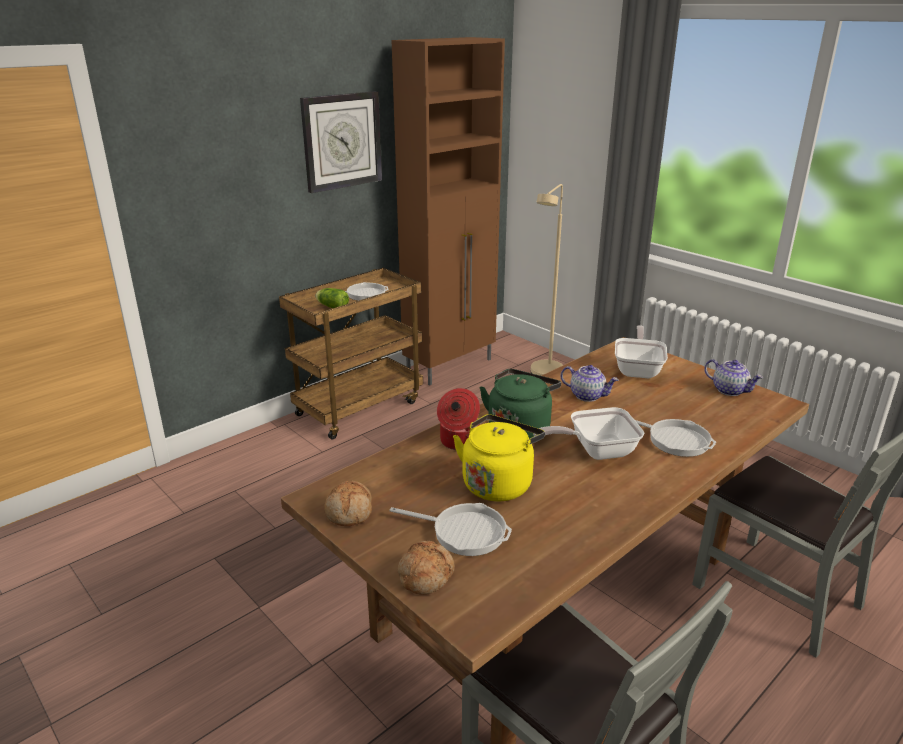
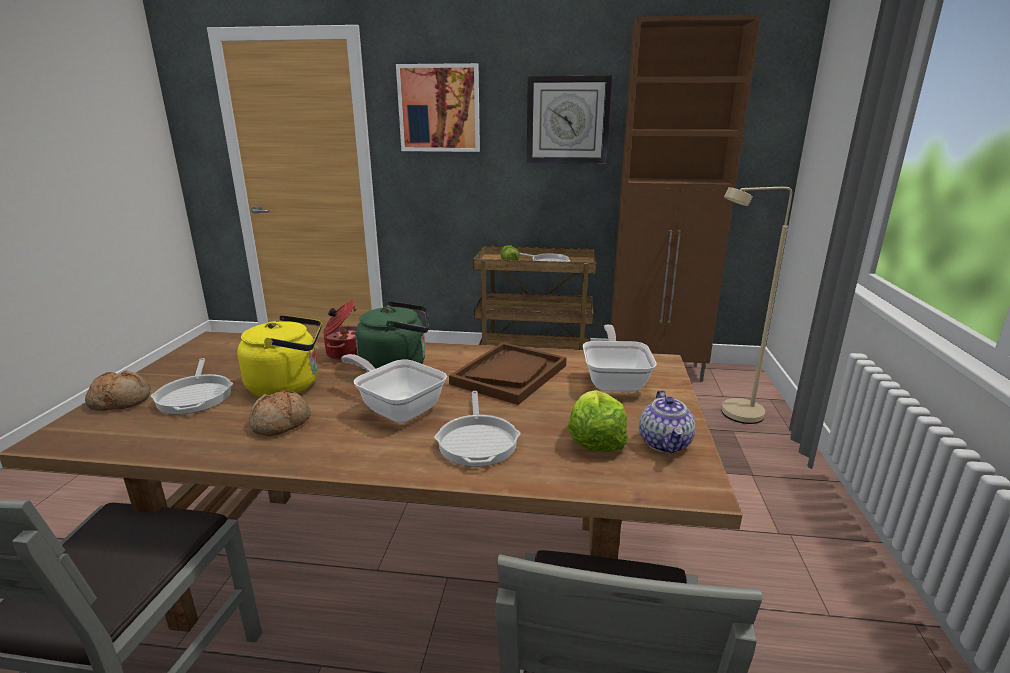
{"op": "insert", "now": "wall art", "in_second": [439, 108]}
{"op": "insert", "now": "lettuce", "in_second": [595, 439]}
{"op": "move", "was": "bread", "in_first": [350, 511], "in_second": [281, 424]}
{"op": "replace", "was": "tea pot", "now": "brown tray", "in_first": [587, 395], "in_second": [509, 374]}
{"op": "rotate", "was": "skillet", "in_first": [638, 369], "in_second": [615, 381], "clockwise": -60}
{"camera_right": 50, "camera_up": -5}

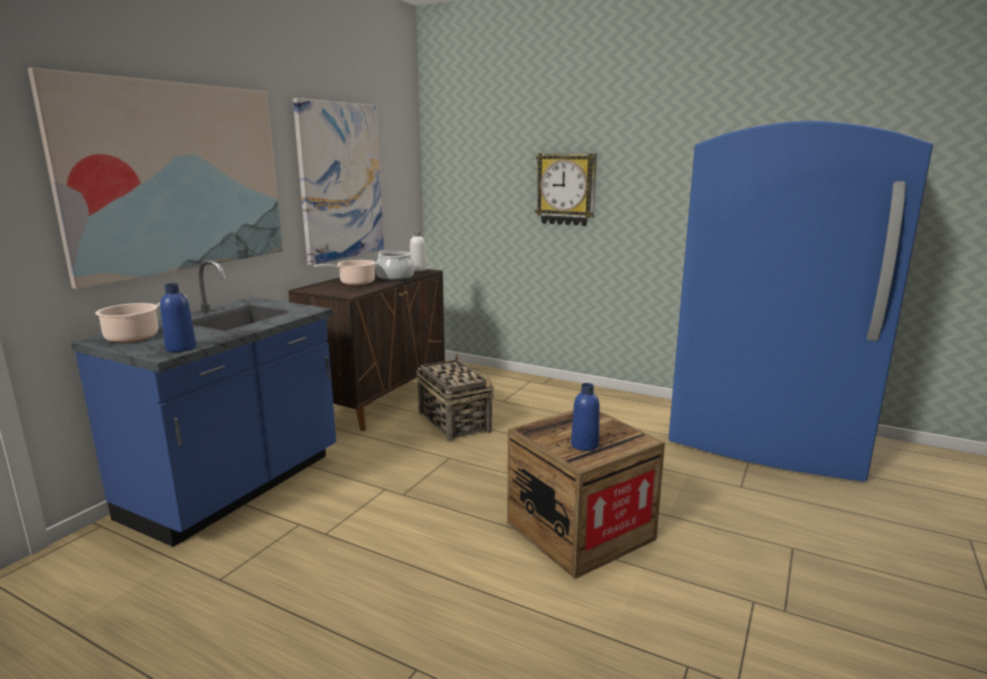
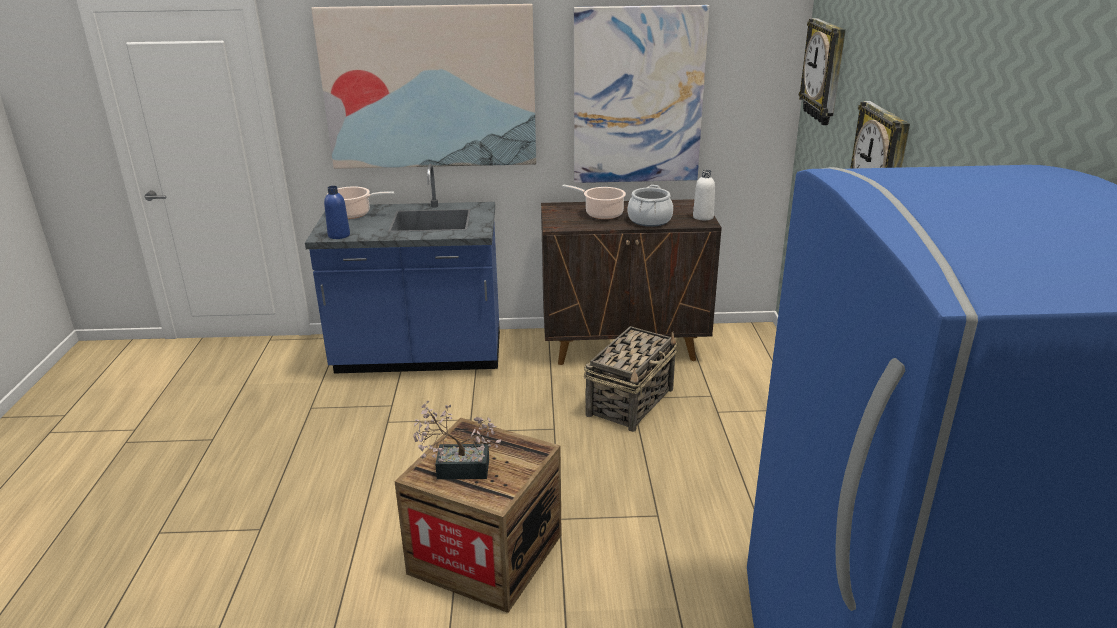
{"op": "insert", "now": "wall clock", "in_second": [825, 71]}
{"op": "replace", "was": "bluish bottle", "now": "plant in a pot", "in_first": [584, 445], "in_second": [456, 468]}
{"camera_right": 60, "camera_up": 10}

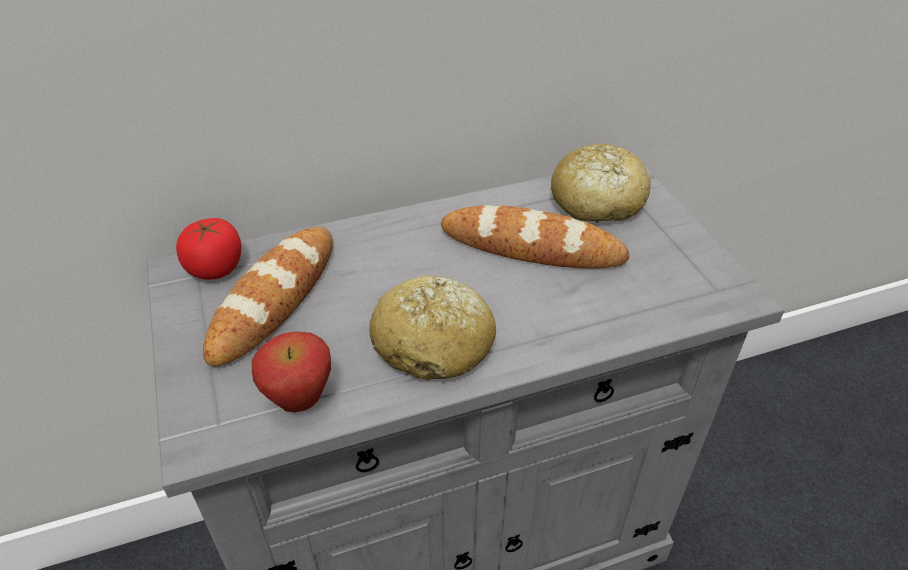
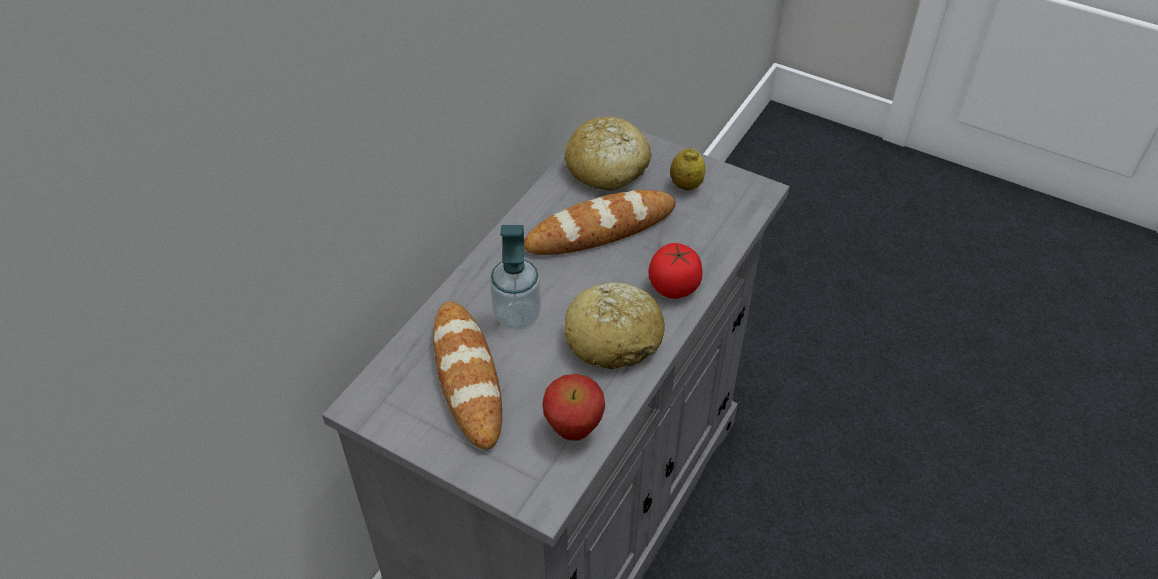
{"op": "insert", "now": "soap bottle", "in_second": [517, 316]}
{"op": "insert", "now": "whole lemon", "in_second": [686, 185]}
{"op": "move", "was": "tomato", "in_first": [215, 268], "in_second": [674, 286]}
{"camera_right": -40, "camera_up": 5}

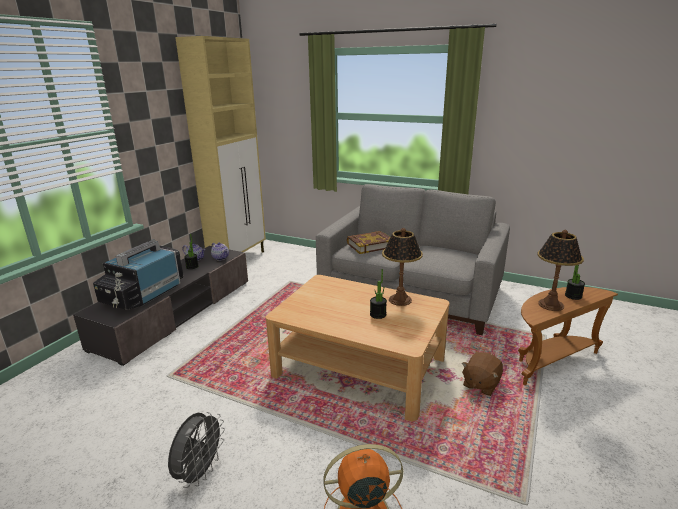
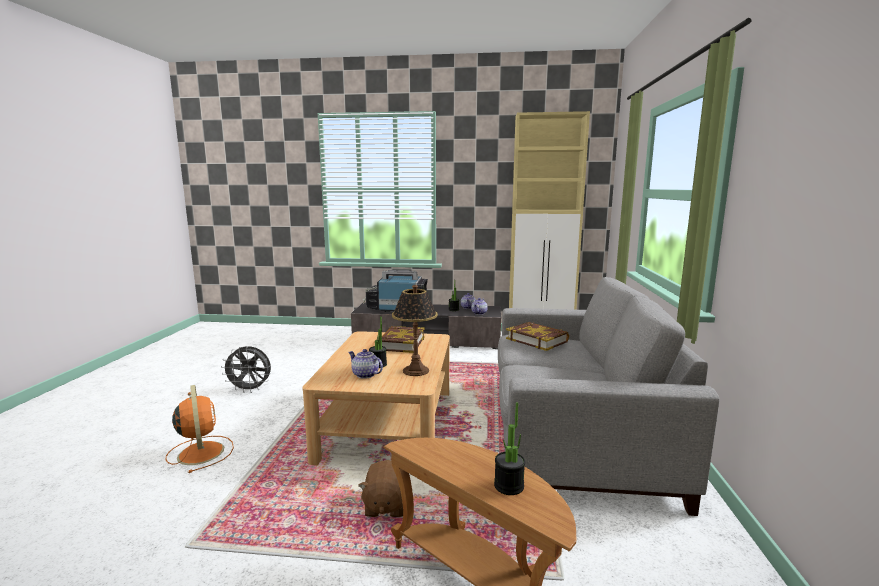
{"op": "delete", "was": "table lamp", "in_first": [550, 305]}
{"op": "insert", "now": "tea pot", "in_second": [364, 375]}
{"op": "insert", "now": "volume", "in_second": [400, 343]}
{"op": "rotate", "was": "brown cuddly toy", "in_first": [480, 384], "in_second": [385, 506], "clockwise": -105}
{"camera_right": 70, "camera_up": -10}

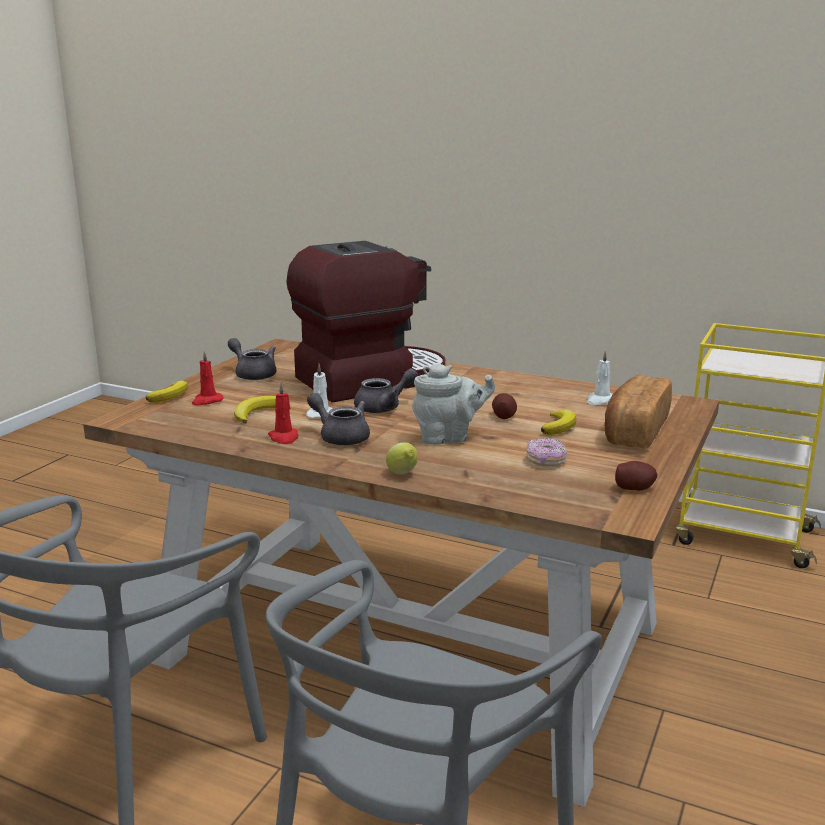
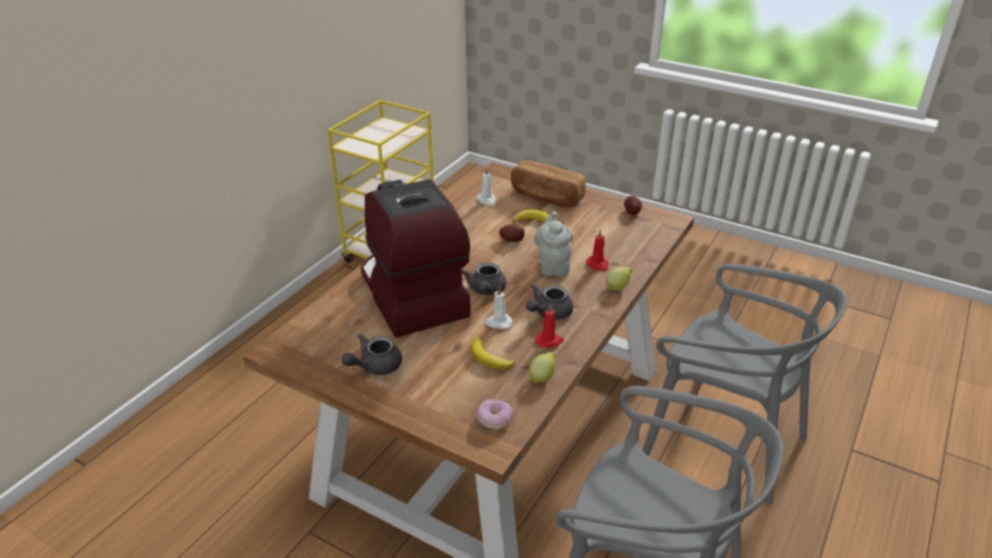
{"op": "delete", "was": "banana fruit", "in_first": [170, 395]}
{"op": "insert", "now": "whole lemon", "in_second": [542, 377]}
{"op": "move", "was": "red-coloured candle", "in_first": [207, 401], "in_second": [598, 265]}
{"op": "move", "was": "donut", "in_first": [546, 461], "in_second": [494, 420]}
{"op": "rotate", "was": "greyish tea pot", "in_first": [384, 407], "in_second": [486, 290], "clockwise": -150}
{"camera_right": -85, "camera_up": 15}

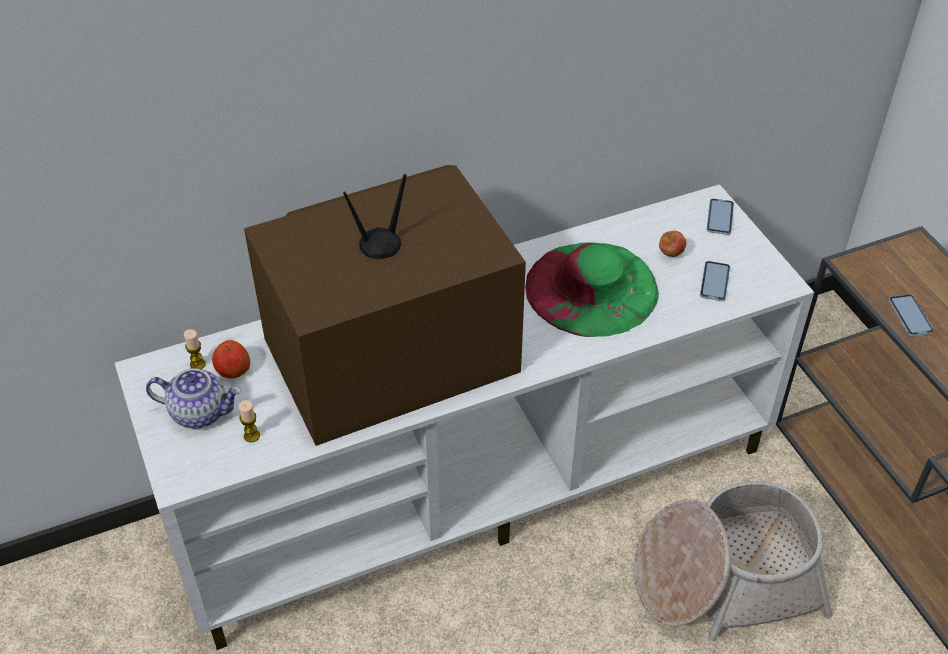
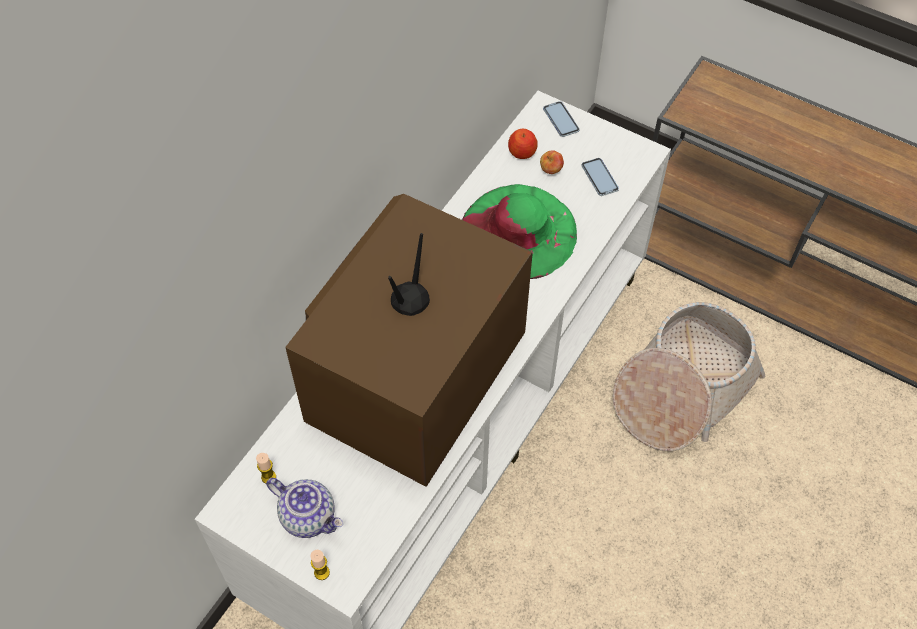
{"op": "delete", "was": "handset", "in_first": [910, 316]}
{"op": "move", "was": "whole apple", "in_first": [233, 370], "in_second": [522, 152]}
{"op": "move", "was": "candle", "in_first": [252, 436], "in_second": [321, 572]}
{"op": "rotate", "was": "tea pot", "in_first": [200, 412], "in_second": [309, 516], "clockwise": 60}
{"camera_right": -35, "camera_up": 10}

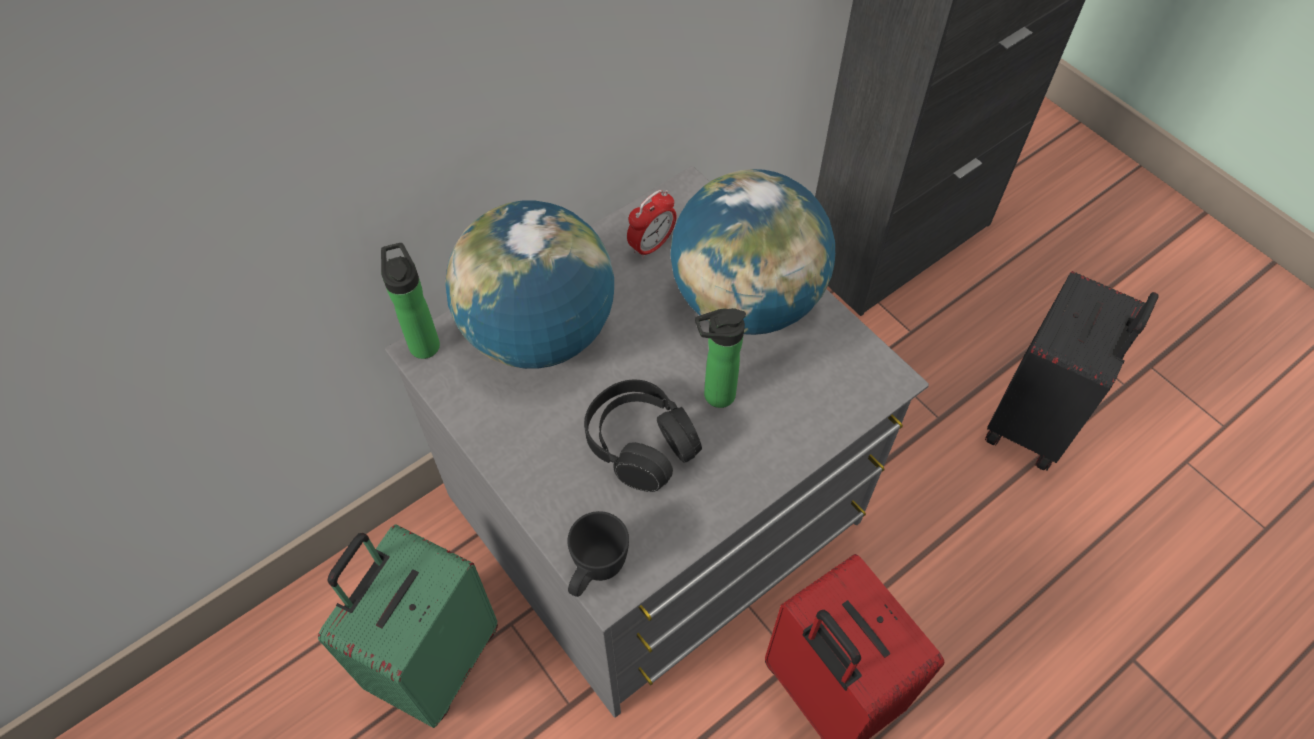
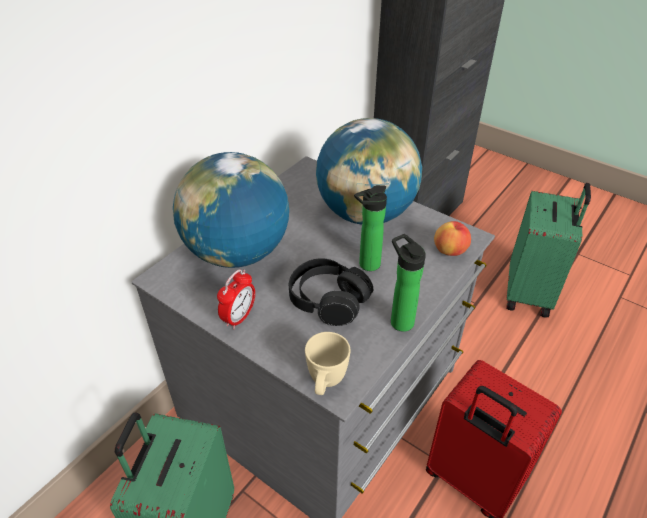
{"op": "insert", "now": "whole apple", "in_second": [450, 251]}
{"op": "move", "was": "bottle", "in_first": [423, 342], "in_second": [399, 320]}
{"op": "move", "was": "bedside clock", "in_first": [651, 245], "in_second": [239, 317]}
{"op": "recolor", "was": "black-coloured tea mug", "now": "sand-coloured tea mug", "in_first": [595, 572], "in_second": [325, 383]}
{"op": "recolor", "was": "black-coloured suitcase", "now": "green suitcase", "in_first": [1035, 421], "in_second": [530, 293]}
{"camera_right": -15, "camera_up": -15}

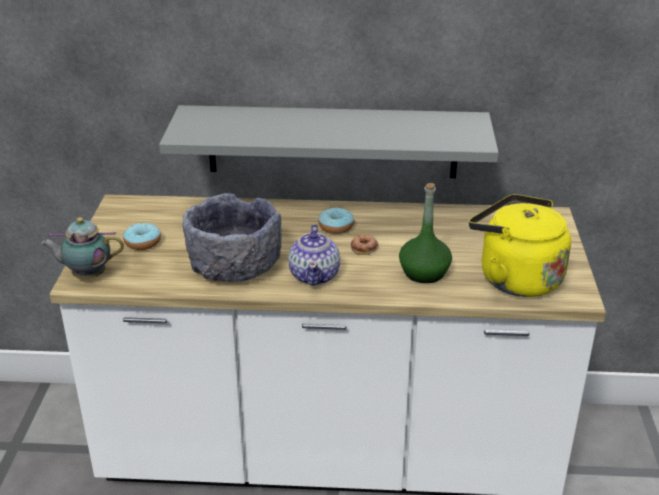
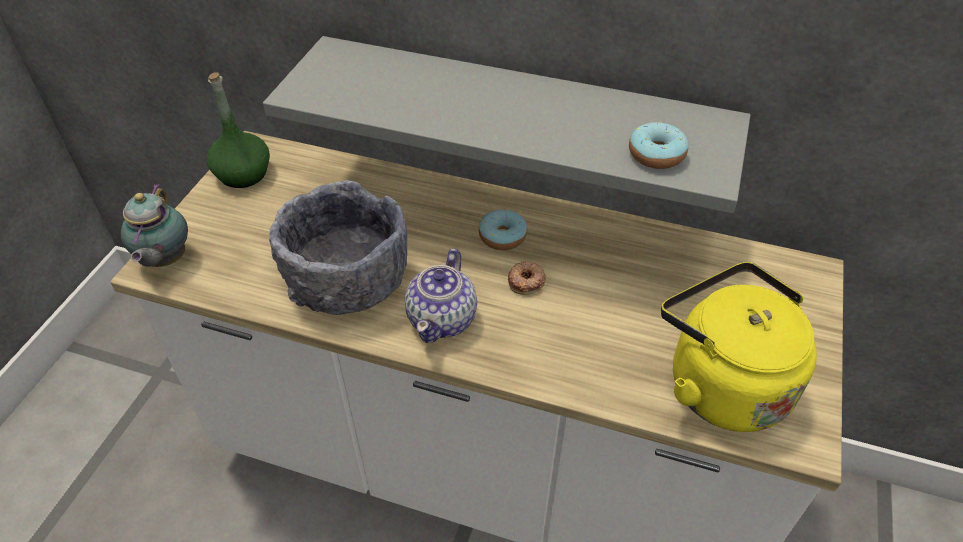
{"op": "move", "was": "donut", "in_first": [142, 242], "in_second": [656, 154]}
{"op": "move", "was": "green bottle", "in_first": [424, 273], "in_second": [243, 174]}
{"op": "rotate", "was": "tea pot", "in_first": [87, 275], "in_second": [165, 261], "clockwise": -105}
{"camera_right": 15, "camera_up": 15}

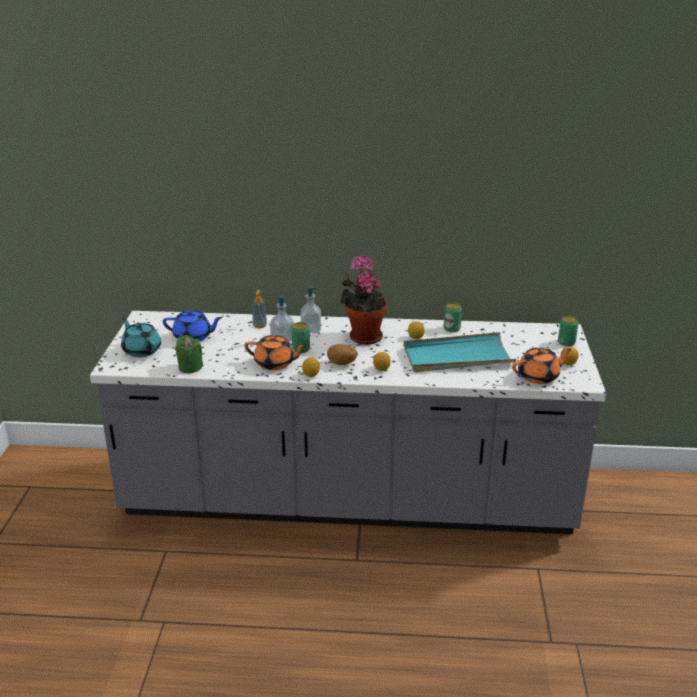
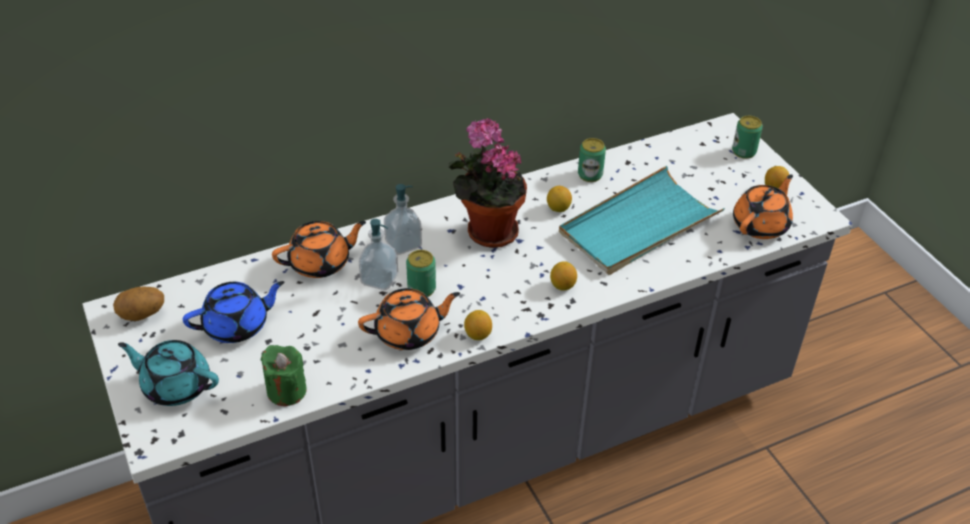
{"op": "move", "was": "potato", "in_first": [342, 364], "in_second": [142, 315]}
{"op": "replace", "was": "soap bottle", "now": "orangey tea pot", "in_first": [259, 325], "in_second": [321, 263]}
{"camera_right": -30, "camera_up": 15}

